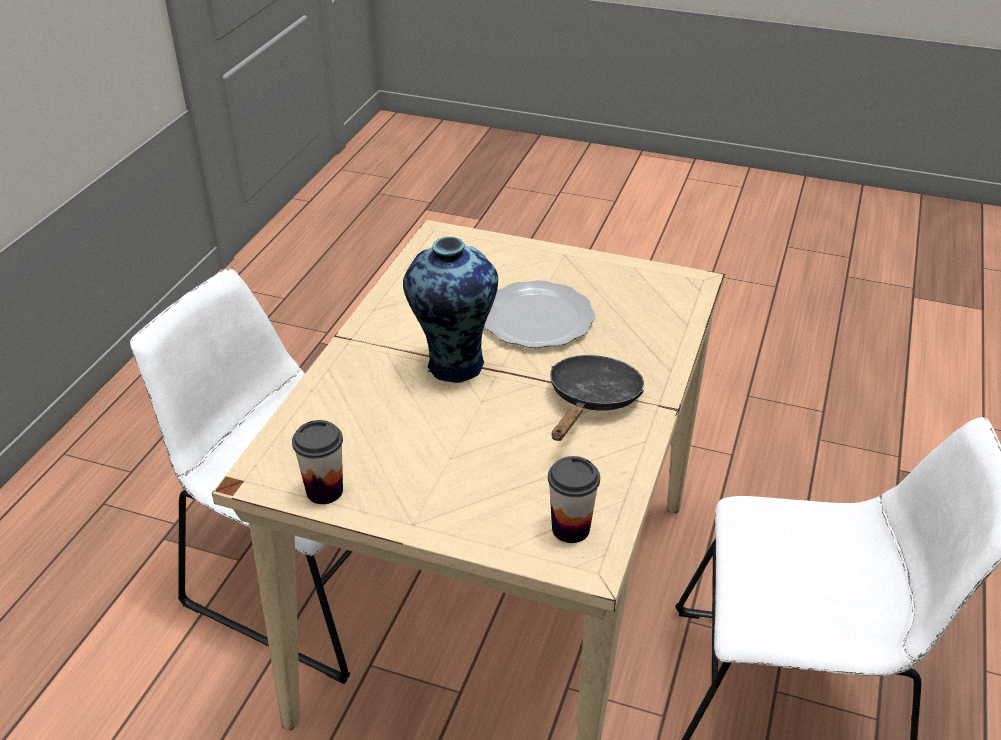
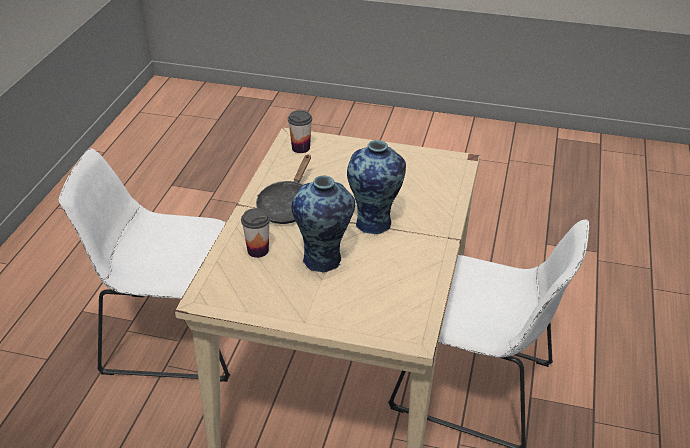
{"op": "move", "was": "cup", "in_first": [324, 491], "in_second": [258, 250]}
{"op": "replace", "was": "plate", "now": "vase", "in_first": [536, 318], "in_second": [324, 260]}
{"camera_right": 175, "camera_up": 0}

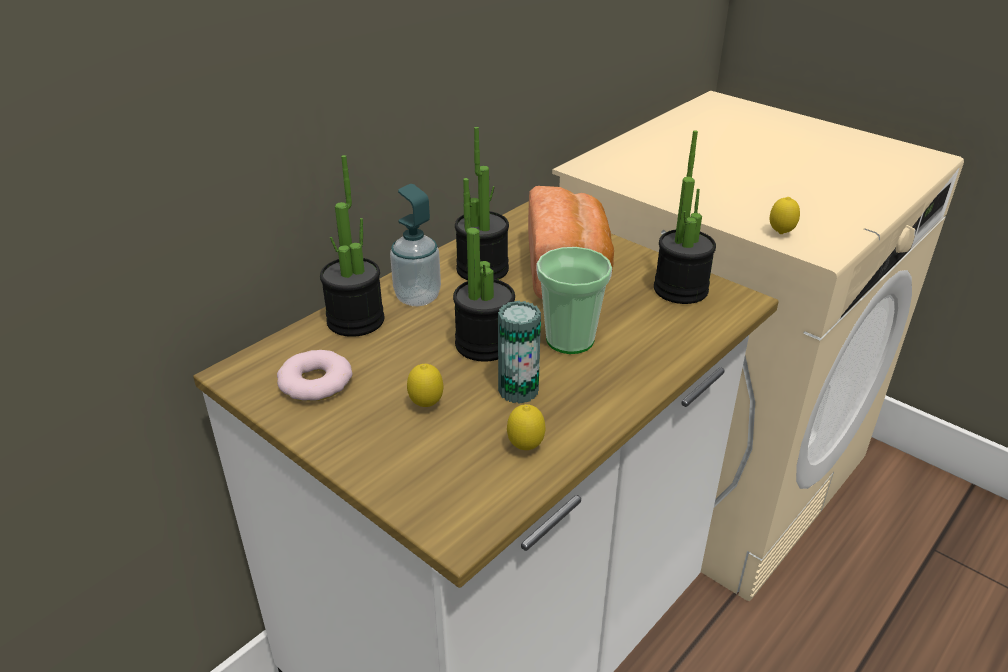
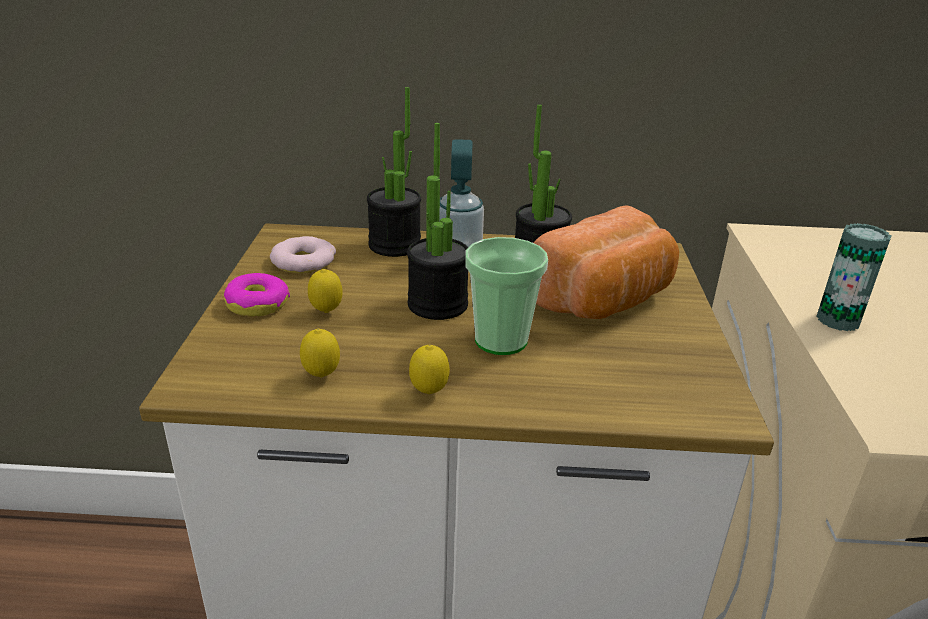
{"op": "delete", "was": "plant in a pot", "in_first": [680, 289]}
{"op": "insert", "now": "donut", "in_second": [257, 304]}
{"op": "move", "was": "sealed can", "in_first": [518, 390], "in_second": [838, 320]}
{"op": "move", "was": "whole lemon", "in_first": [780, 234], "in_second": [429, 393]}
{"camera_right": 50, "camera_up": -5}

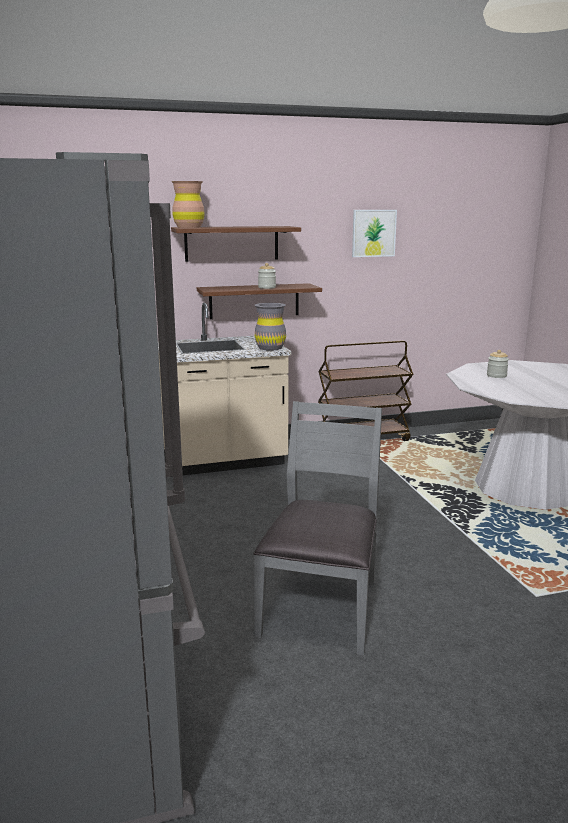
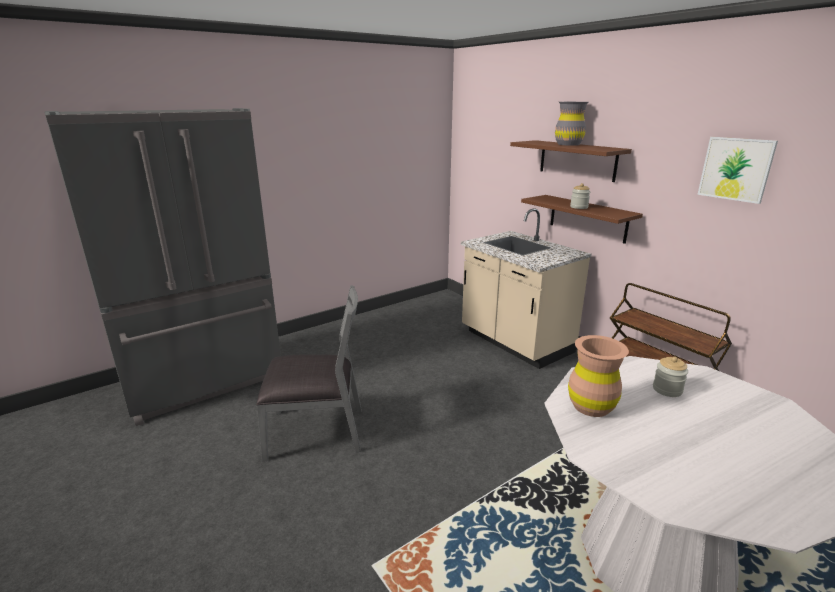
{"op": "move", "was": "brown vase", "in_first": [189, 227], "in_second": [591, 406]}
{"op": "move", "was": "greyish vase", "in_first": [270, 348], "in_second": [568, 144]}
{"camera_right": 70, "camera_up": 5}

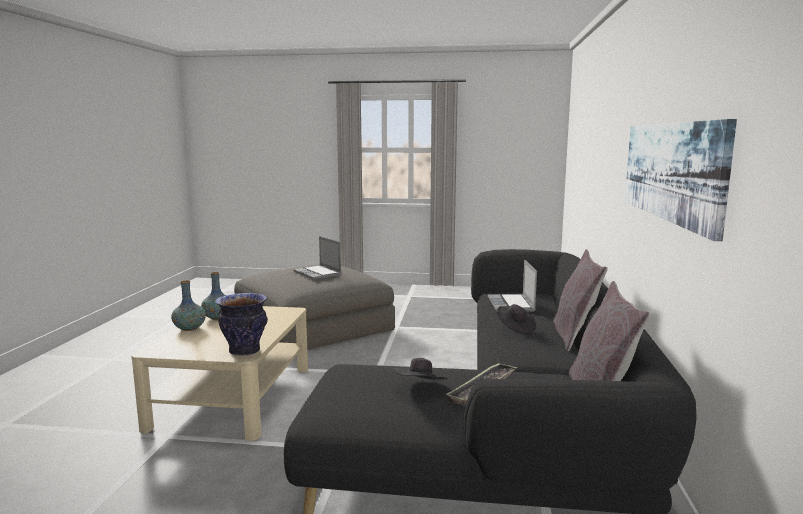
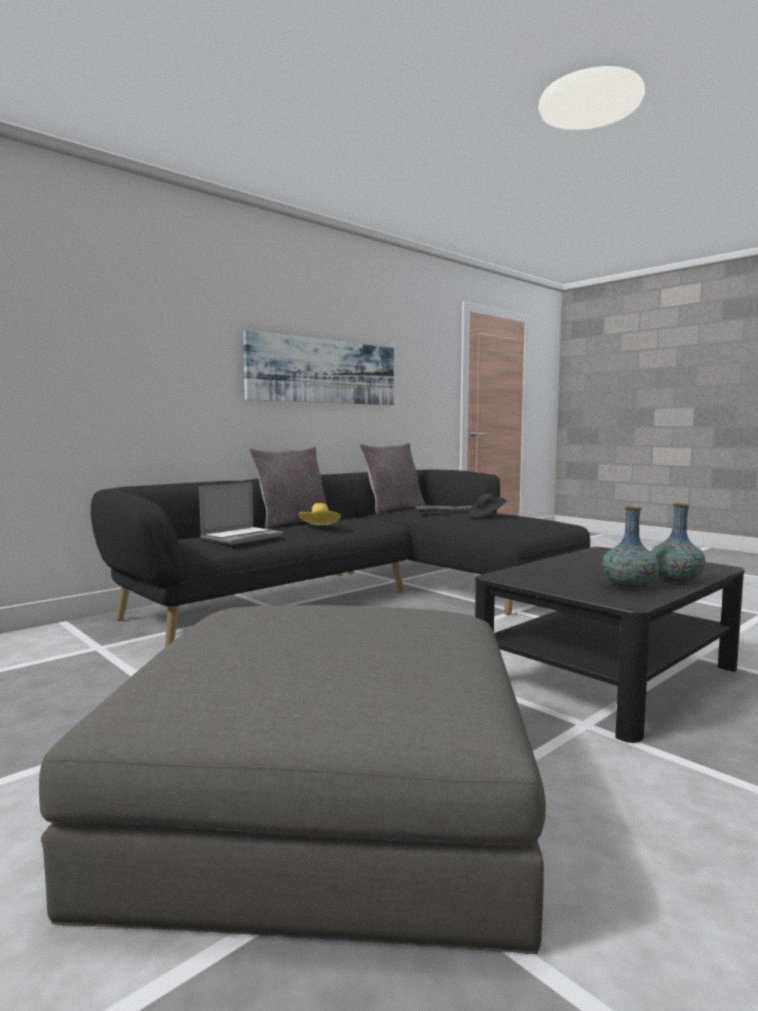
{"op": "delete", "was": "vase", "in_first": [245, 351]}
{"op": "delete", "was": "portable computer", "in_first": [318, 273]}
{"op": "recolor", "was": "sand-coloured low table", "now": "black-coloured low table", "in_first": [233, 397], "in_second": [608, 675]}
{"op": "recolor", "was": "black-coloured hat", "now": "yellowish hat", "in_first": [515, 329], "in_second": [320, 527]}
{"camera_right": -140, "camera_up": -5}

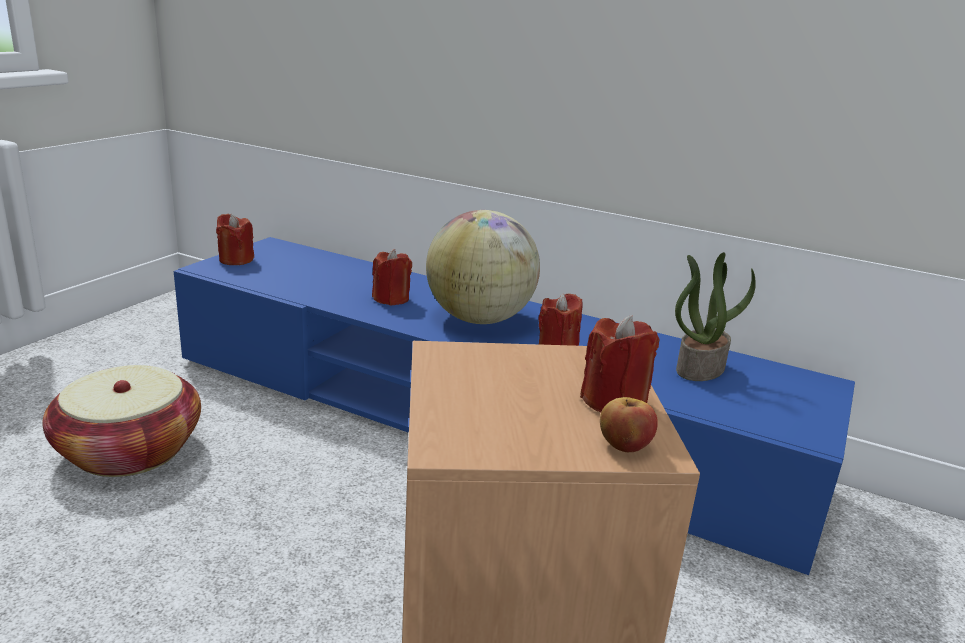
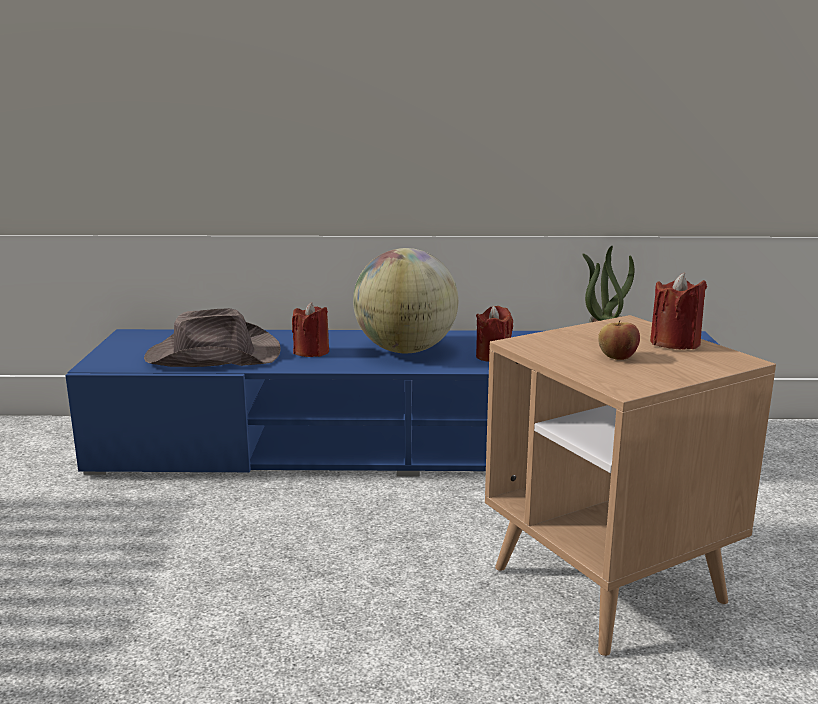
{"op": "delete", "was": "storage basket", "in_first": [129, 451]}
{"op": "delete", "was": "red-coloured candle", "in_first": [236, 260]}
{"op": "insert", "now": "brown hat", "in_second": [212, 356]}
{"op": "move", "was": "whole apple", "in_first": [624, 445], "in_second": [617, 357]}
{"camera_right": -25, "camera_up": -5}

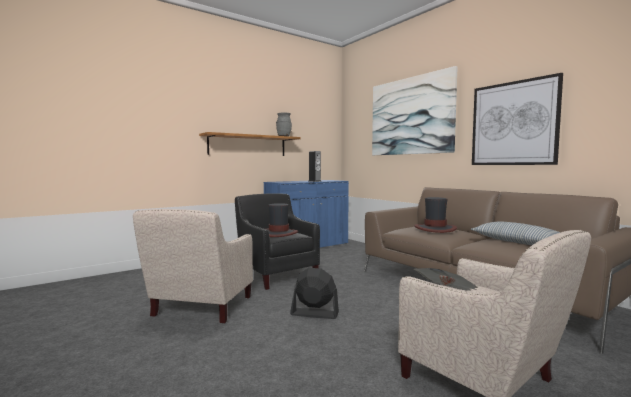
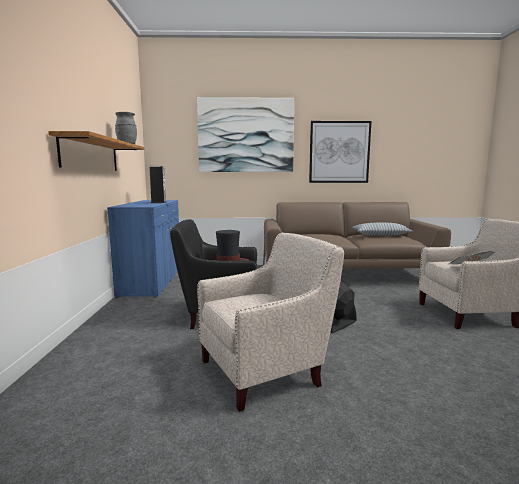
{"op": "delete", "was": "hat", "in_first": [435, 228]}
{"op": "rotate", "was": "sand-coloured lounge chair", "in_first": [199, 308], "in_second": [266, 370], "clockwise": -75}
{"camera_right": -55, "camera_up": 5}

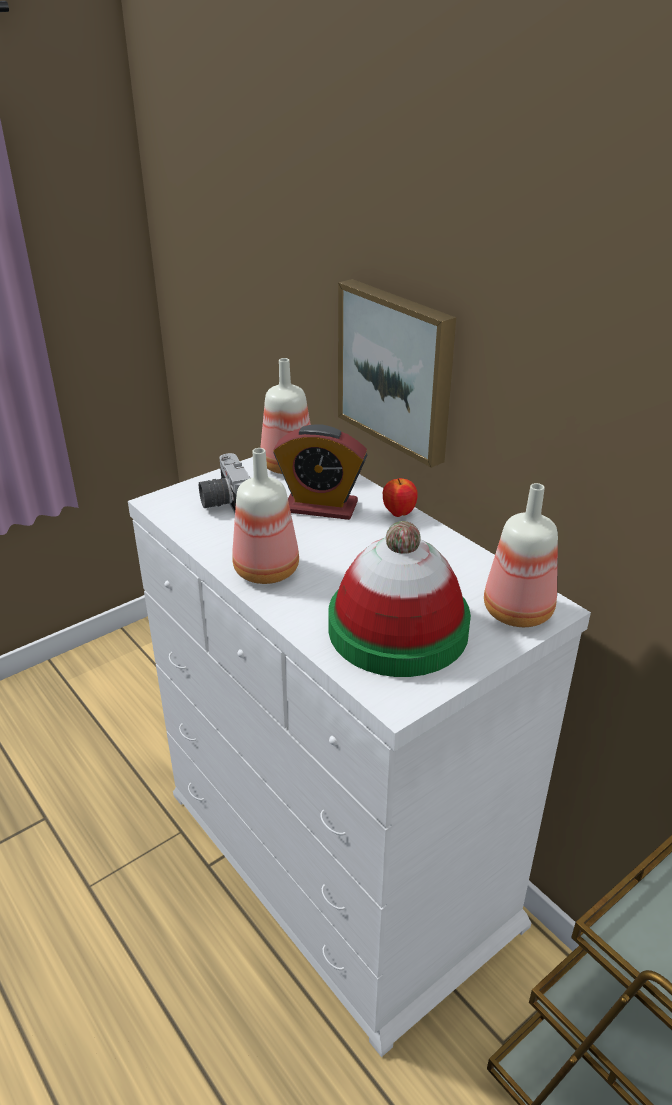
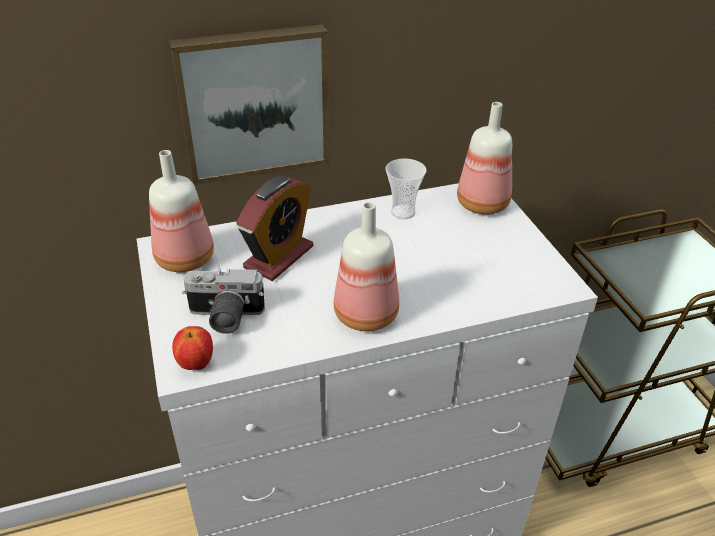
{"op": "delete", "was": "hat", "in_first": [398, 629]}
{"op": "insert", "now": "cup", "in_second": [403, 212]}
{"op": "move", "was": "whole apple", "in_first": [399, 513], "in_second": [196, 364]}
{"camera_right": -70, "camera_up": 5}

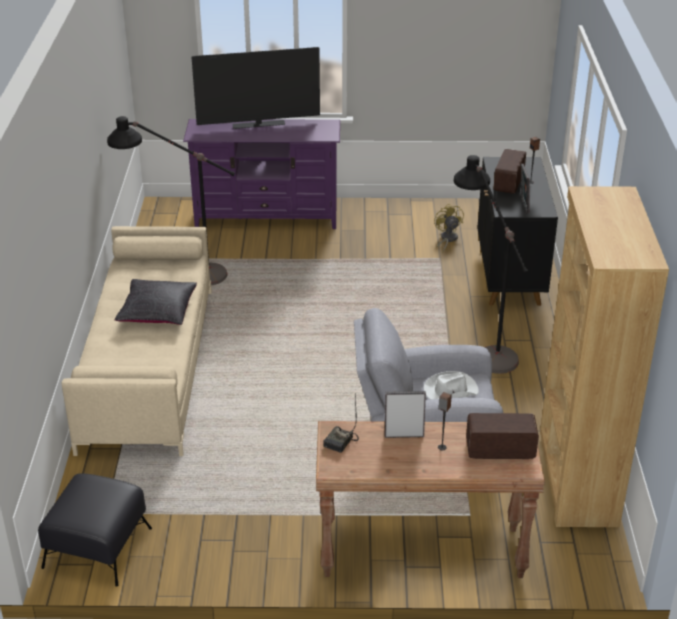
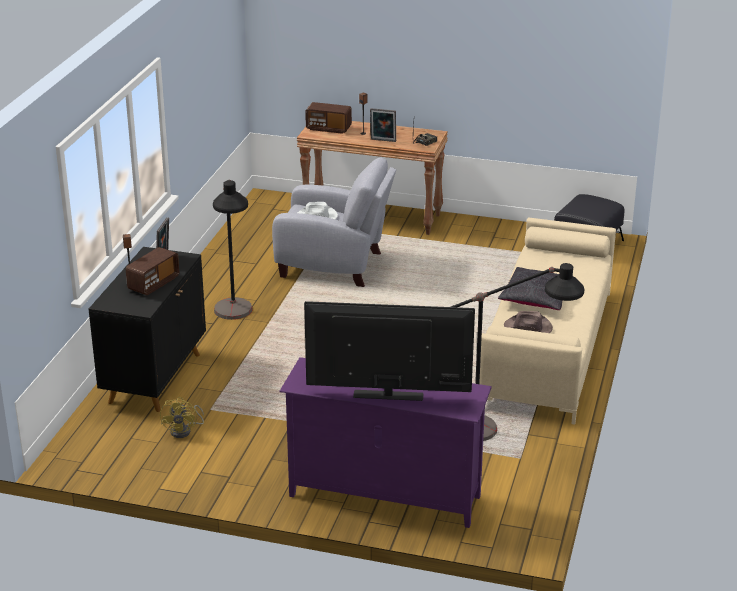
{"op": "delete", "was": "brown shelving unit", "in_first": [576, 478]}
{"op": "insert", "now": "brown hat", "in_second": [528, 327]}
{"camera_right": -165, "camera_up": -5}

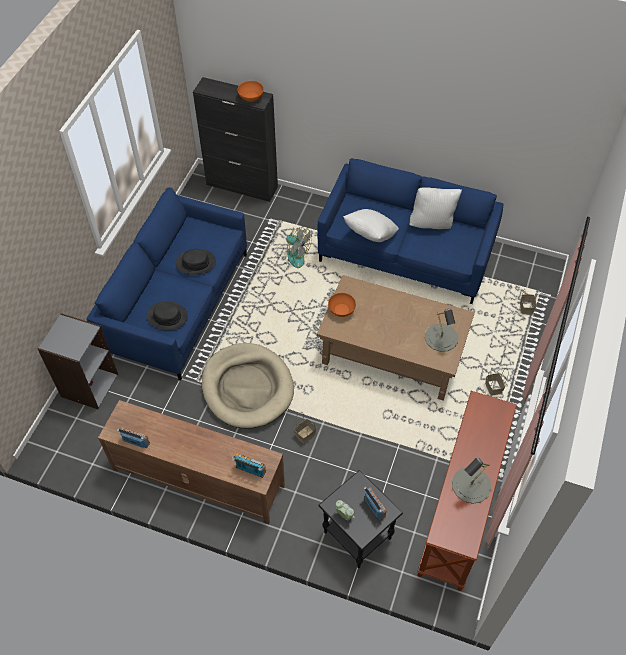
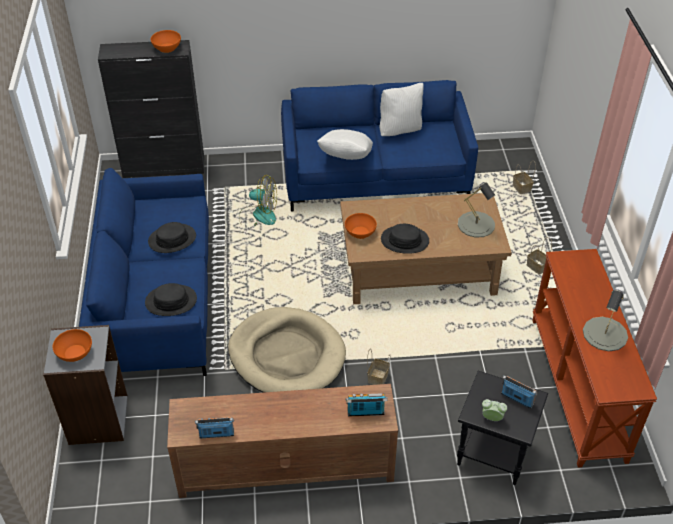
{"op": "insert", "now": "orangey serving bowl", "in_second": [75, 353]}
{"op": "insert", "now": "black-coloured hat", "in_second": [404, 240]}
{"camera_right": -25, "camera_up": -10}

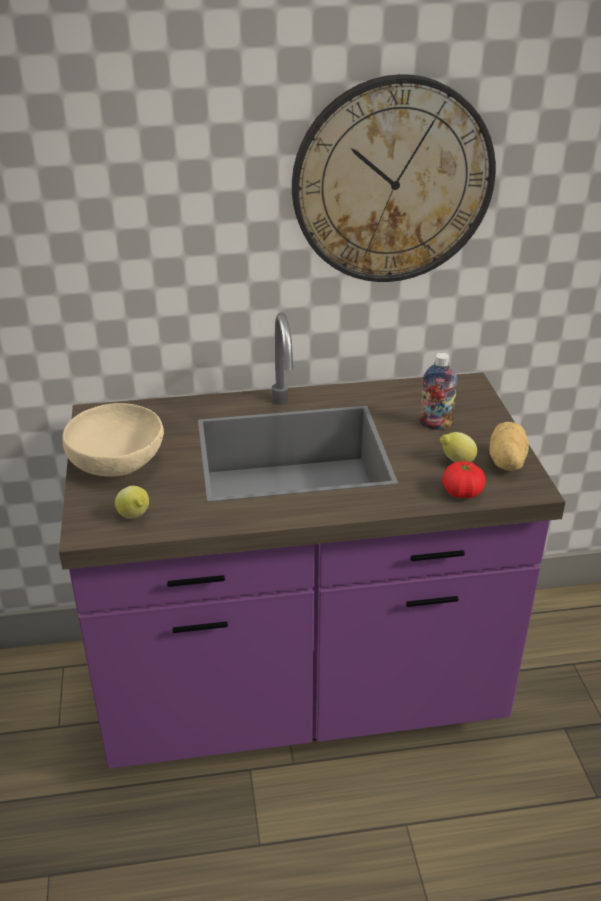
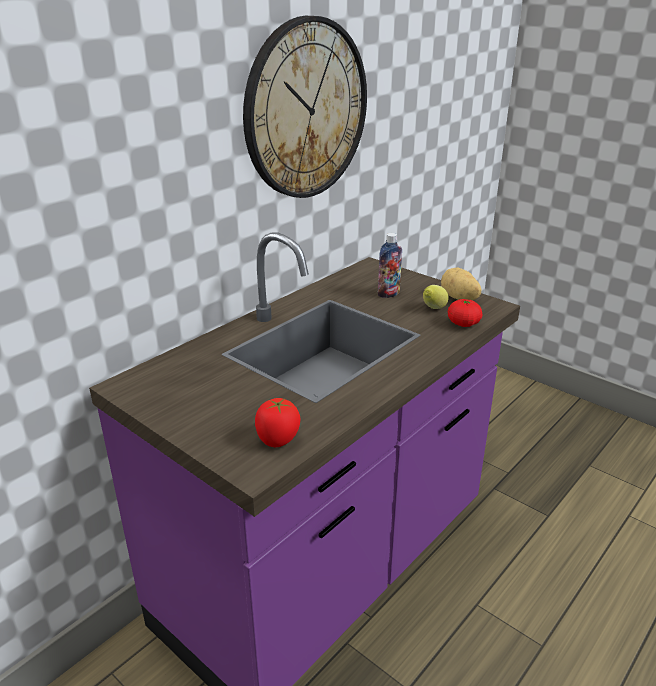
{"op": "delete", "was": "sand-coloured serving bowl", "in_first": [118, 462]}
{"op": "replace", "was": "whole lemon", "now": "tomato", "in_first": [135, 517], "in_second": [277, 440]}
{"camera_right": -40, "camera_up": -5}

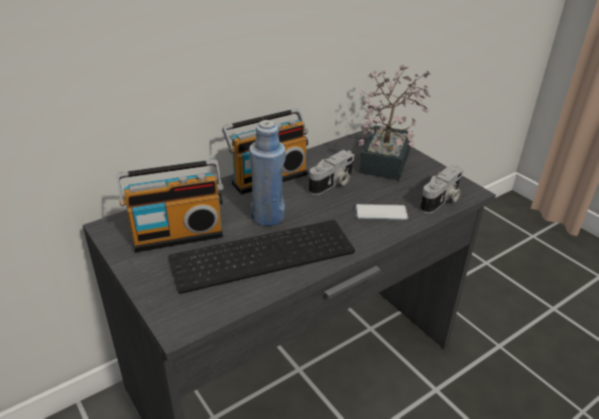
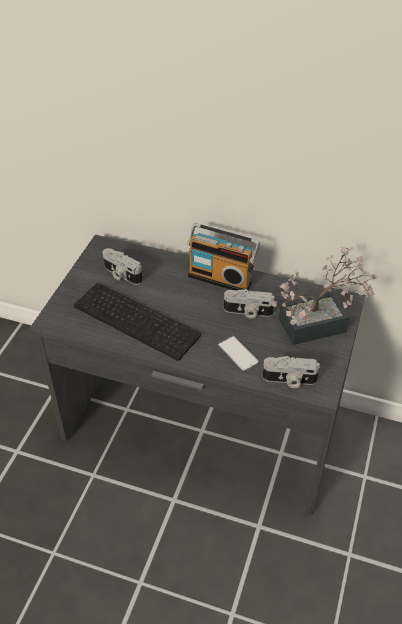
{"op": "delete", "was": "bluish bottle", "in_first": [268, 216]}
{"op": "replace", "was": "radio set", "now": "photo camera", "in_first": [177, 234], "in_second": [121, 275]}
{"camera_right": 55, "camera_up": 10}

